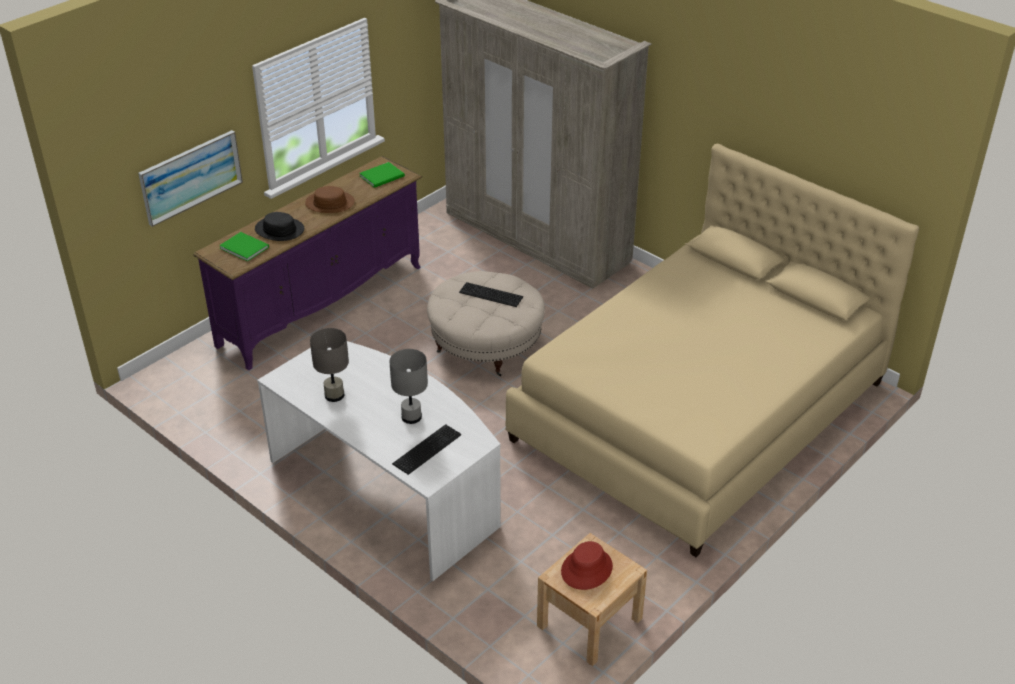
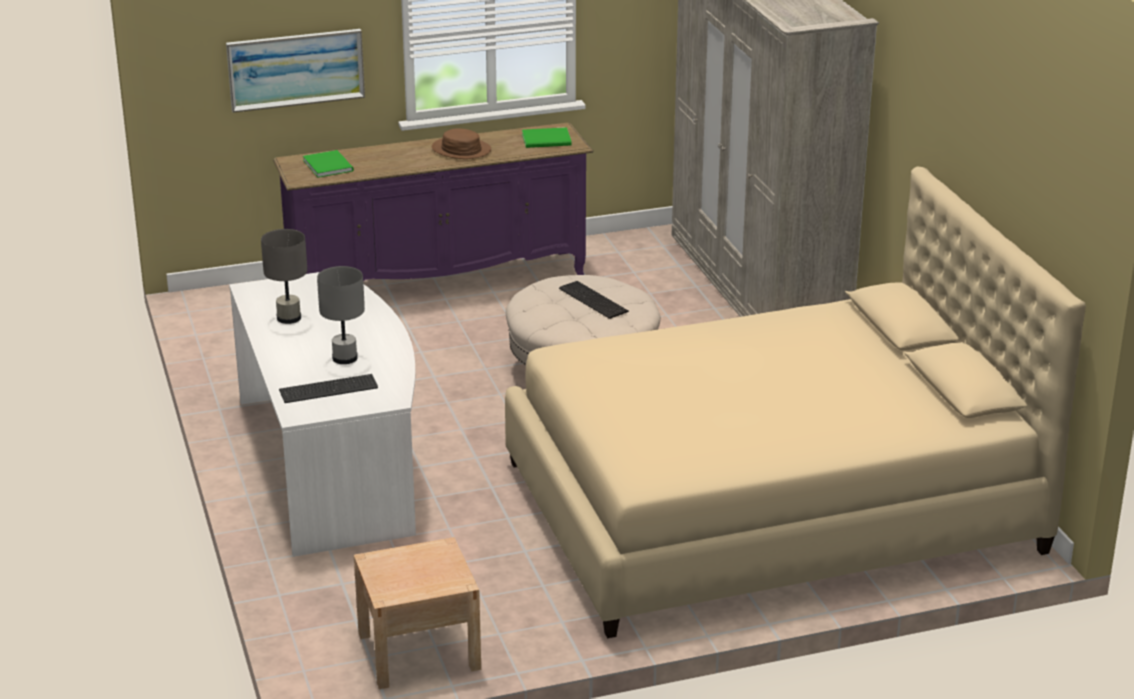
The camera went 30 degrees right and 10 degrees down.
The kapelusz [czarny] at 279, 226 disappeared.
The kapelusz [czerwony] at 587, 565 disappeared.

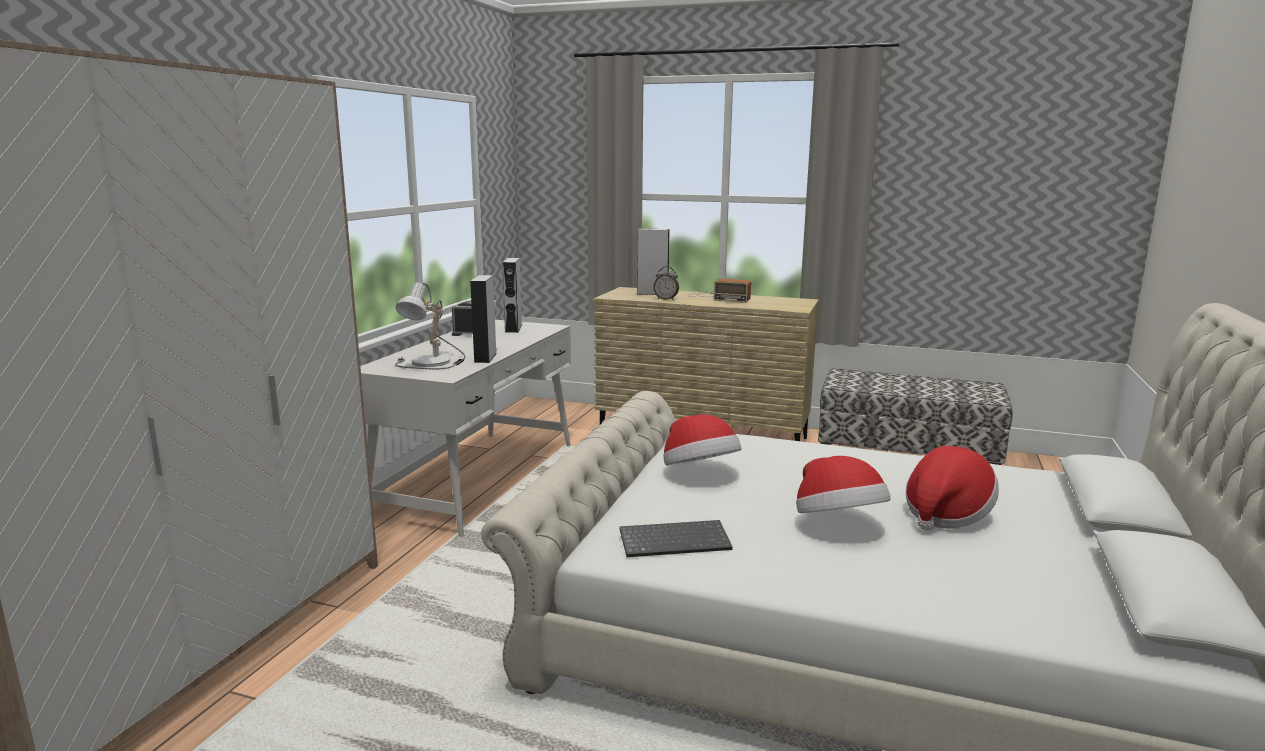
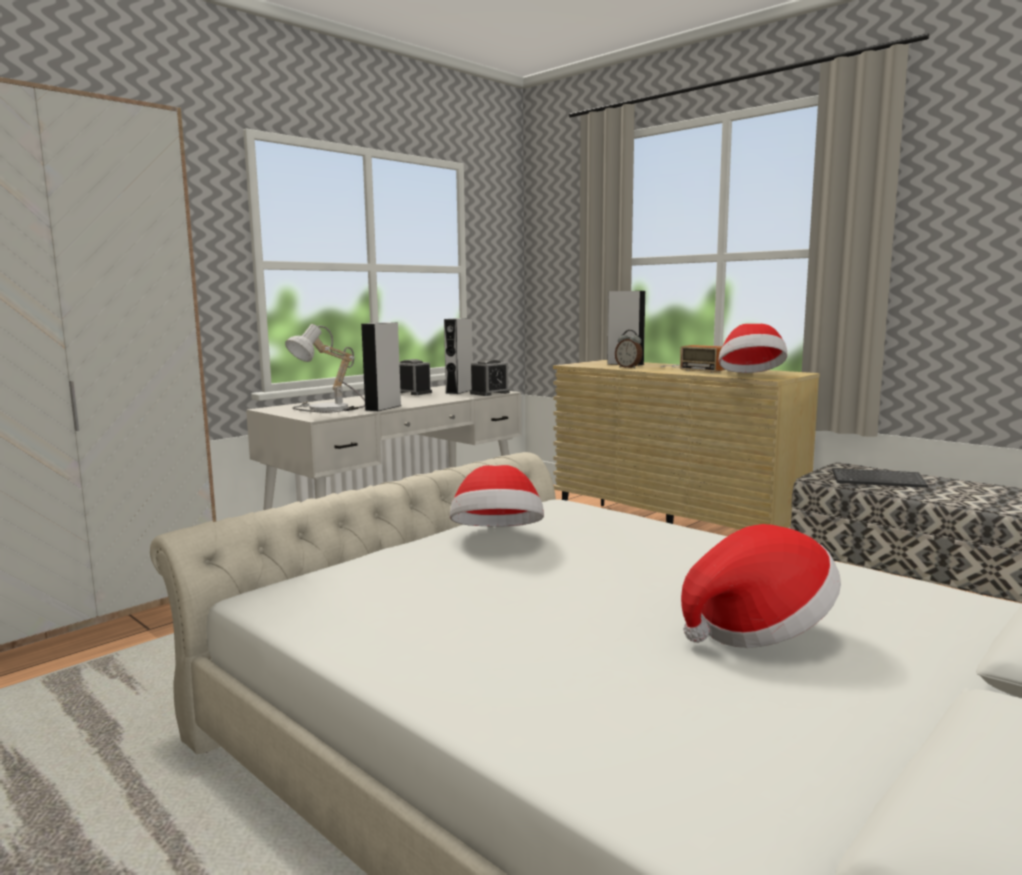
The camera went 25 degrees right and 5 degrees down.
The klawiatura moved from 676, 538 to 880, 478.
The kapelusz moved from 843, 484 to 753, 348.
The budzik at 490, 377 appeared.

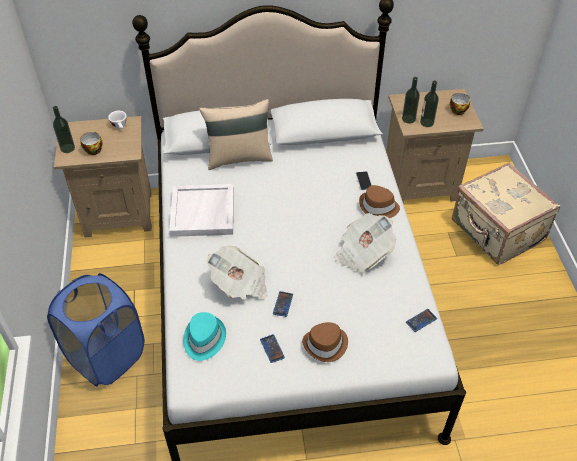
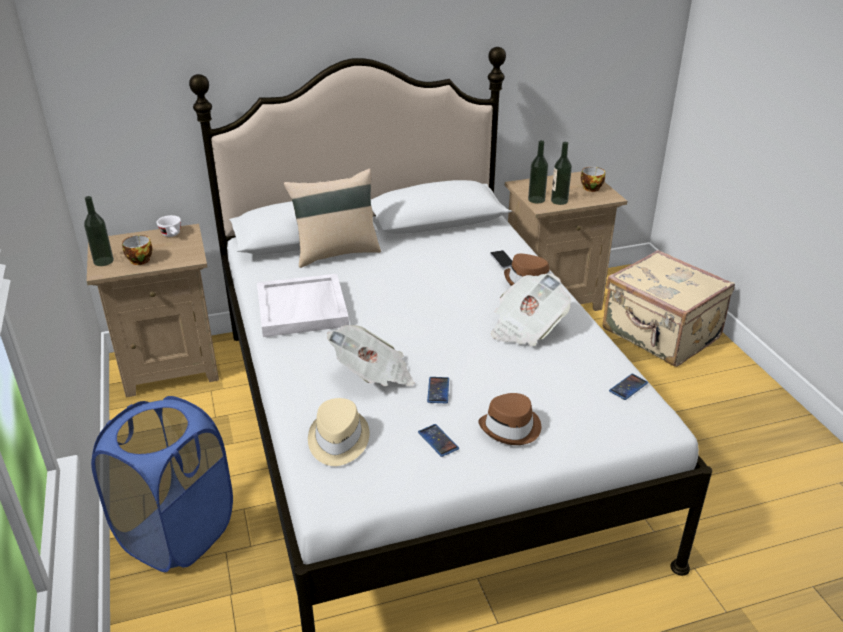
The camera went 10 degrees left and 15 degrees down.
The kapelusz [turkusowy] at 204, 336 became the kapelusz [beżowy] at 338, 432.

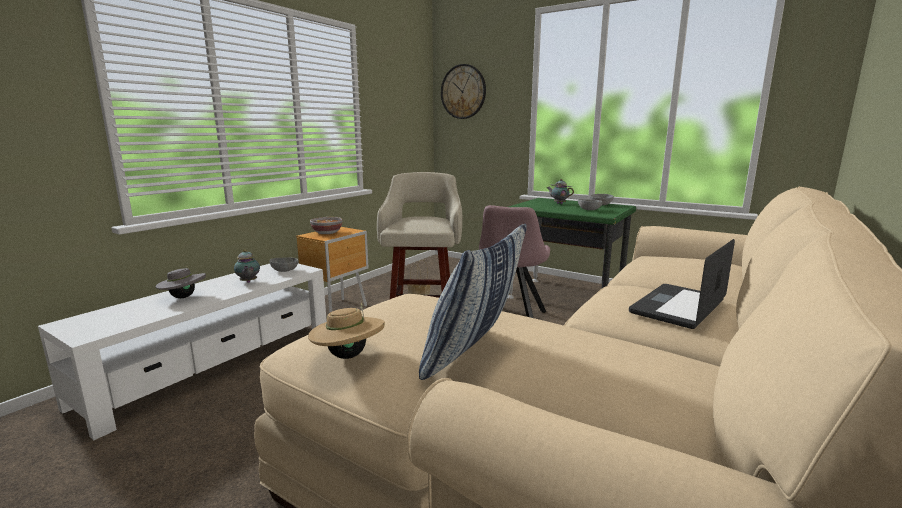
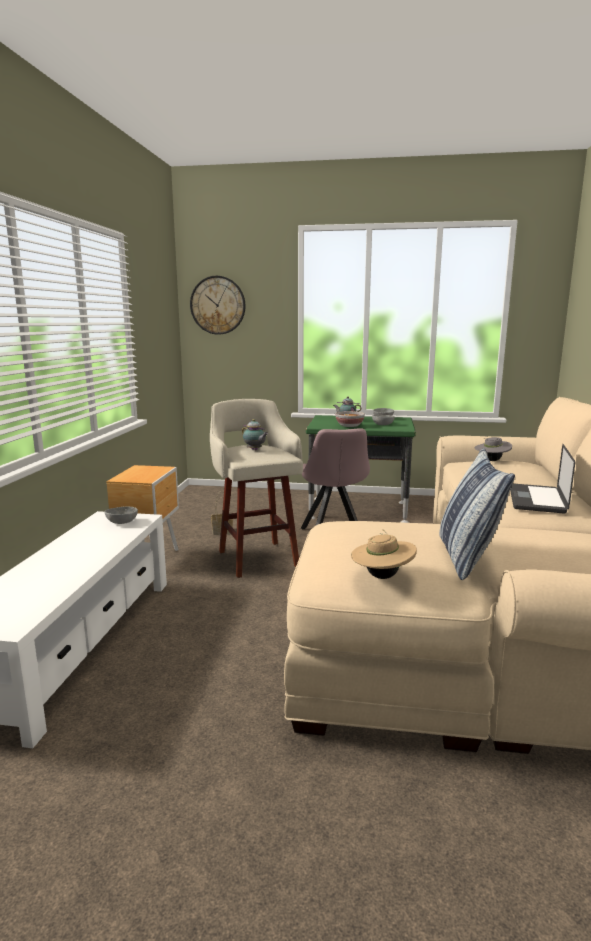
The camera went 25 degrees left and 0 degrees up.
The kapelusz [szary] moved from 181, 281 to 493, 448.
The imbryk moved from 247, 266 to 255, 434.
The miska moved from 326, 225 to 350, 419.

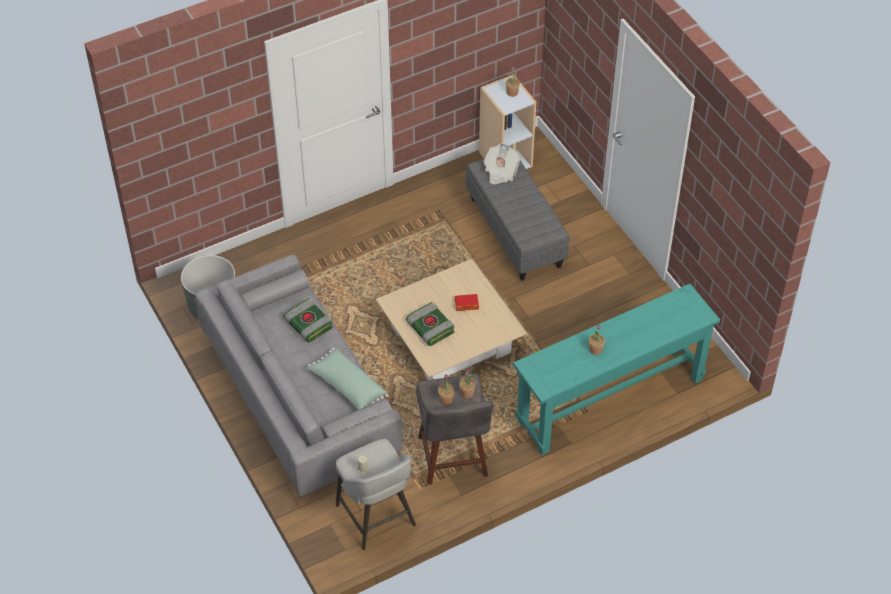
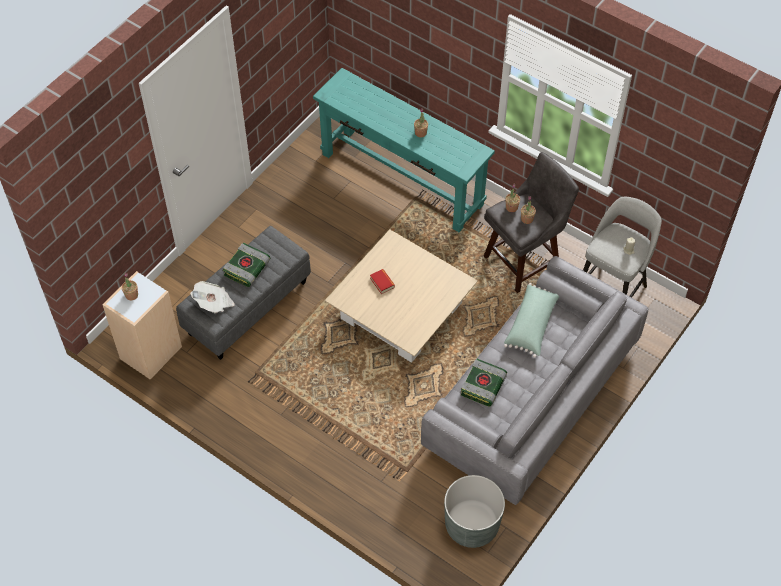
The camera went 115 degrees left and 5 degrees up.
The książka moved from 430, 324 to 247, 265.

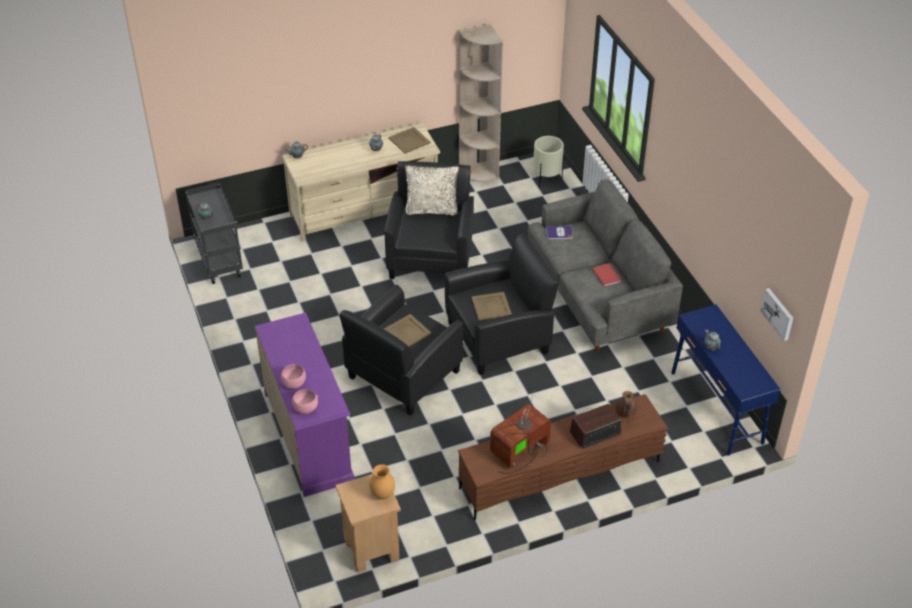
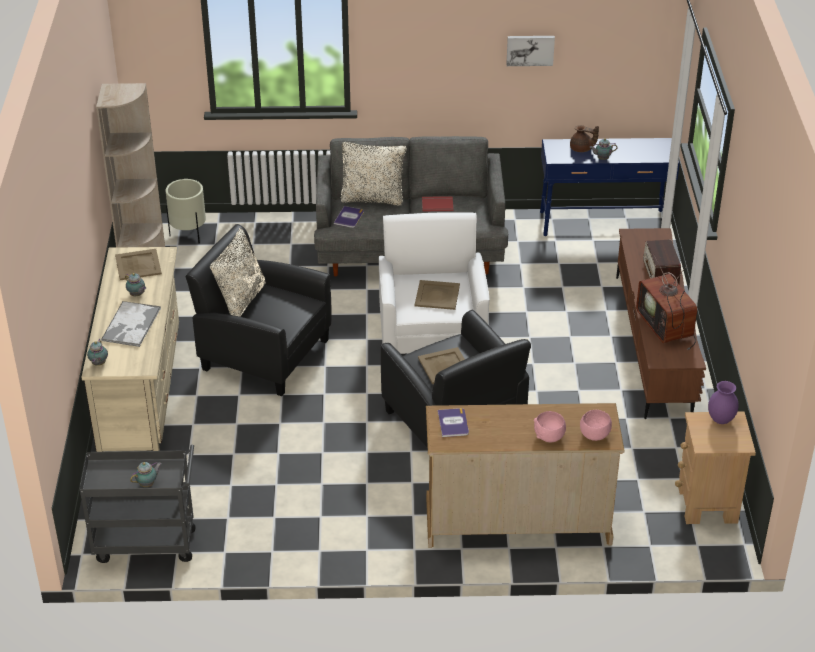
The camera went 70 degrees left and 5 degrees down.
The szafka [fioletowy] at 305, 405 became the szafka [brązowy] at 525, 475.
The wazon [brązowy] at 382, 482 became the wazon [fioletowy] at 723, 402.
The fotel [czarny] at 502, 304 became the fotel [biały] at 434, 283.
The imbryk [brązowy] moved from 626, 404 to 584, 138.
The obraz moved from 777, 314 to 530, 51.
The taca at 131, 324 appeared.
The poduszka [beżowy] at 374, 173 appeared.
The książka at 453, 422 appeared.

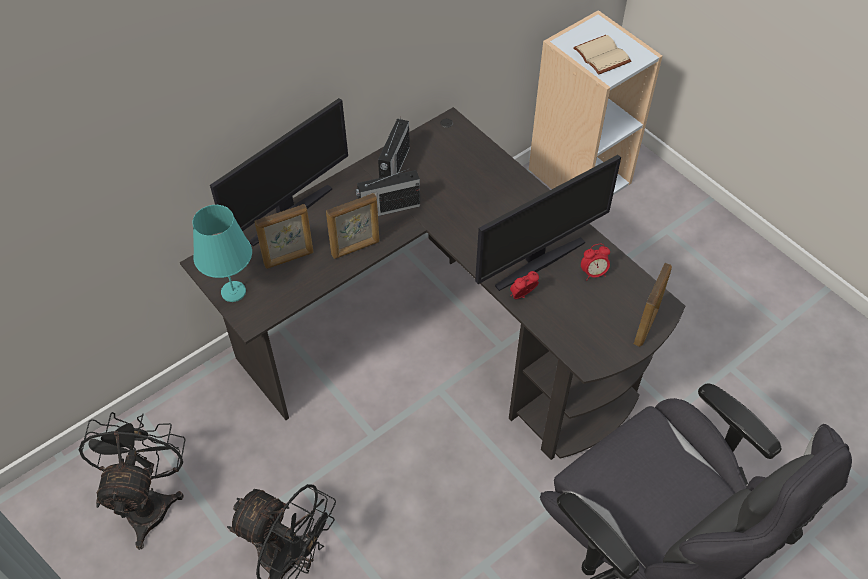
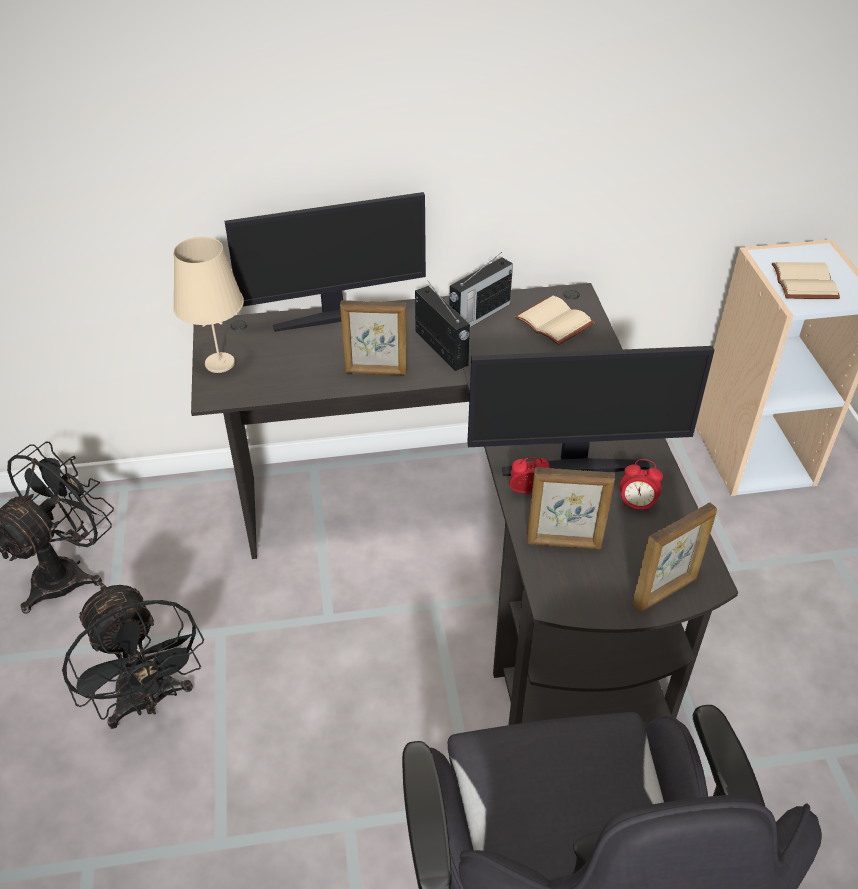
The camera went 30 degrees right and 10 degrees down.
The lampa stołowa [turkusowy] at 222, 253 became the lampa stołowa [beżowy] at 208, 304.
The ramka na zdjęcie moved from 283, 236 to 571, 508.
The radio at 388, 192 turned 135 degrees counterclockwise.
The książka [beżowy] at 555, 320 appeared.

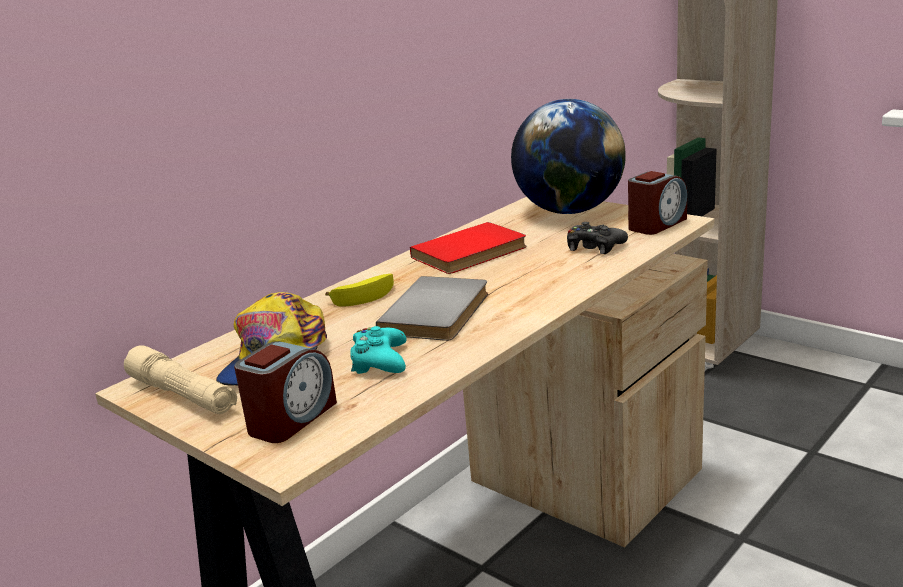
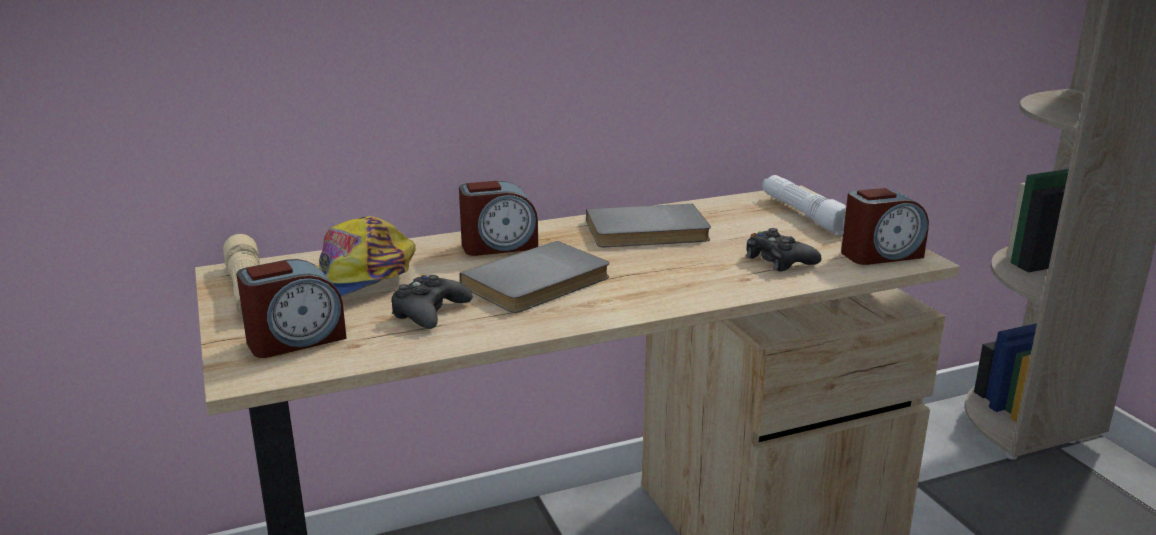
The camera went 25 degrees right and 0 degrees up.
The banan at 359, 290 was replaced by the budzik at 498, 218.
The pad do gier [turkusowy] at 379, 350 became the pad do gier [czarny] at 431, 302.
The książka [czerwony] at 468, 248 became the książka [szary] at 648, 225.
The globus at 568, 156 was replaced by the latarka [biały] at 804, 205.

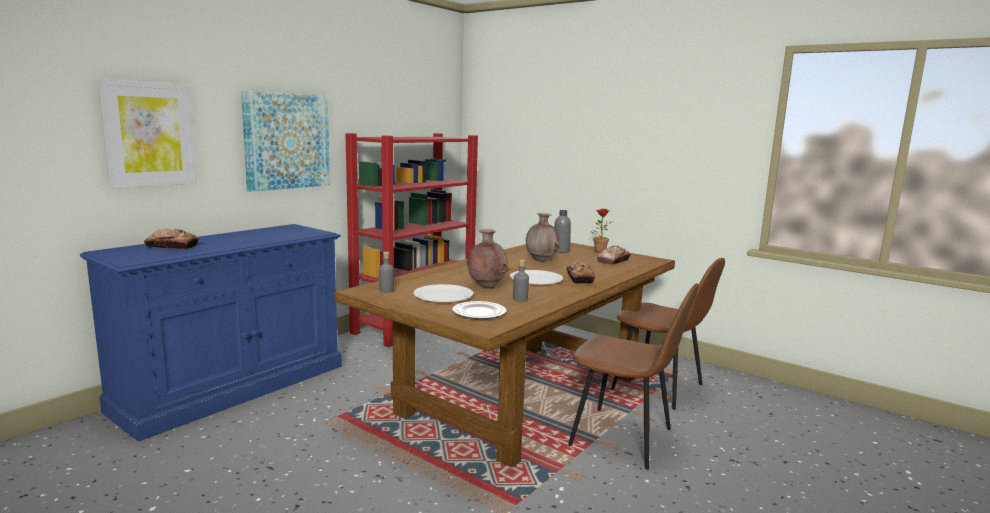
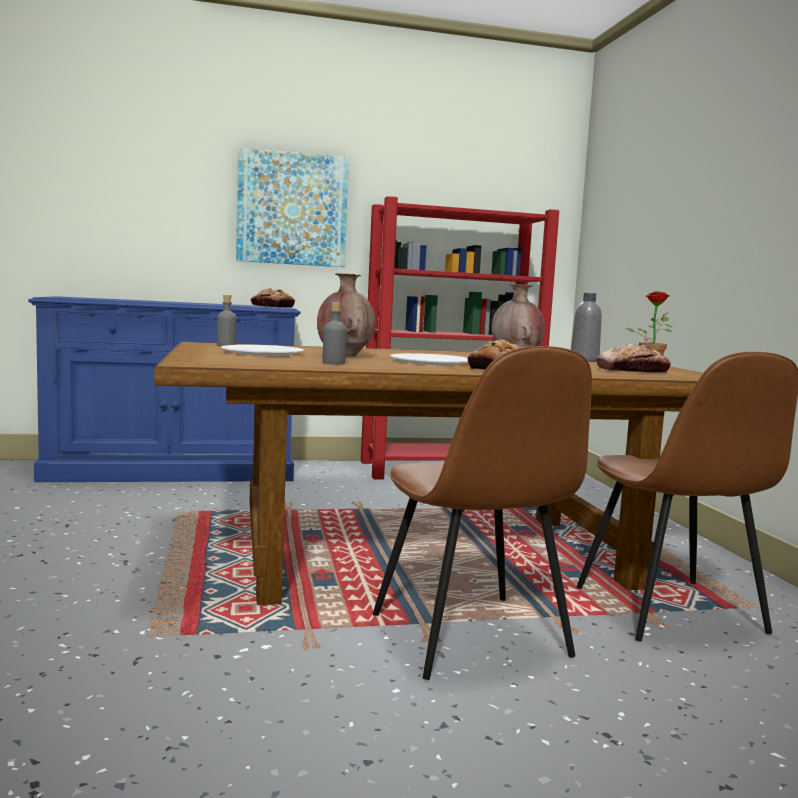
The camera went 40 degrees right and 5 degrees down.
The obraz at 147, 134 disappeared.
The chleb moved from 171, 239 to 273, 298.
The talerz at 479, 310 disappeared.

